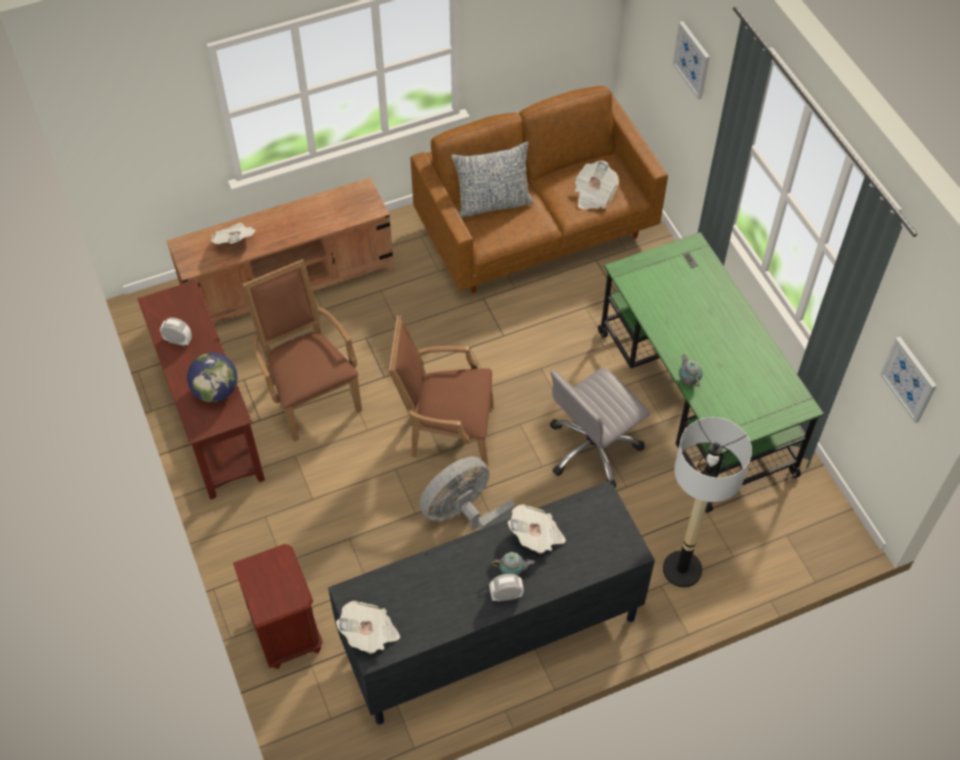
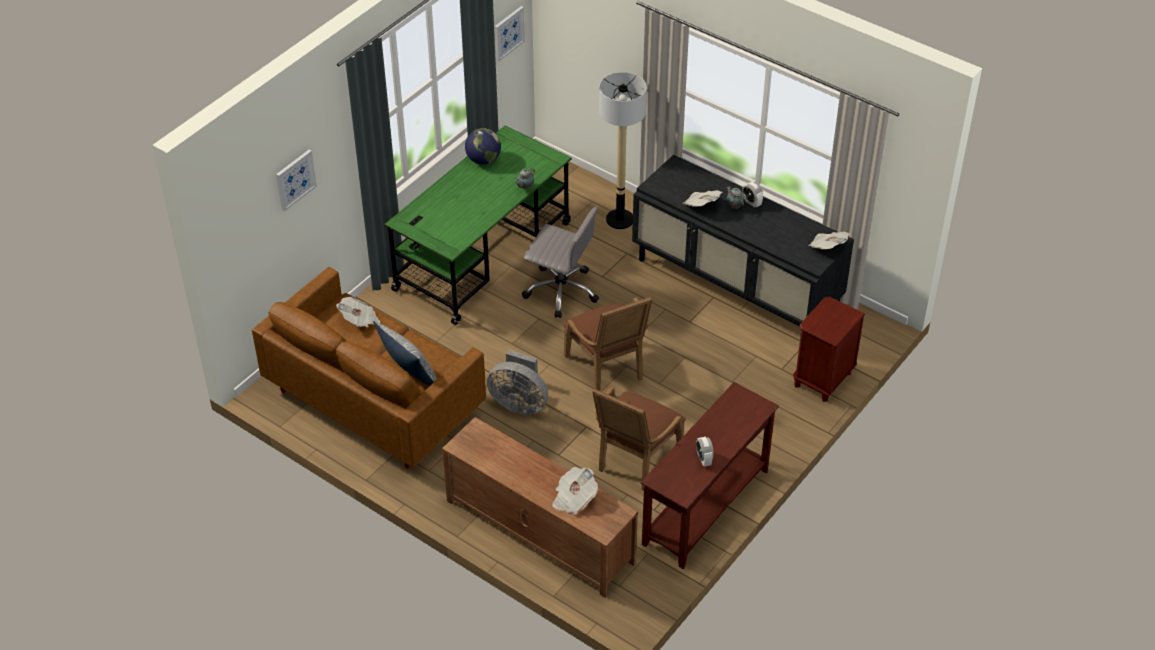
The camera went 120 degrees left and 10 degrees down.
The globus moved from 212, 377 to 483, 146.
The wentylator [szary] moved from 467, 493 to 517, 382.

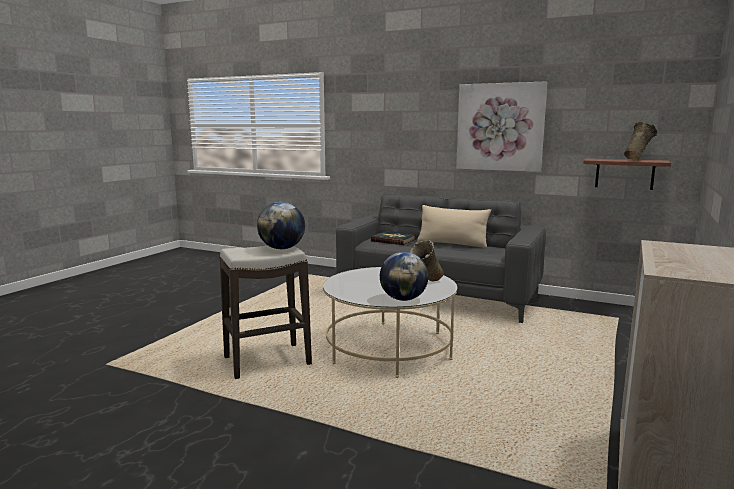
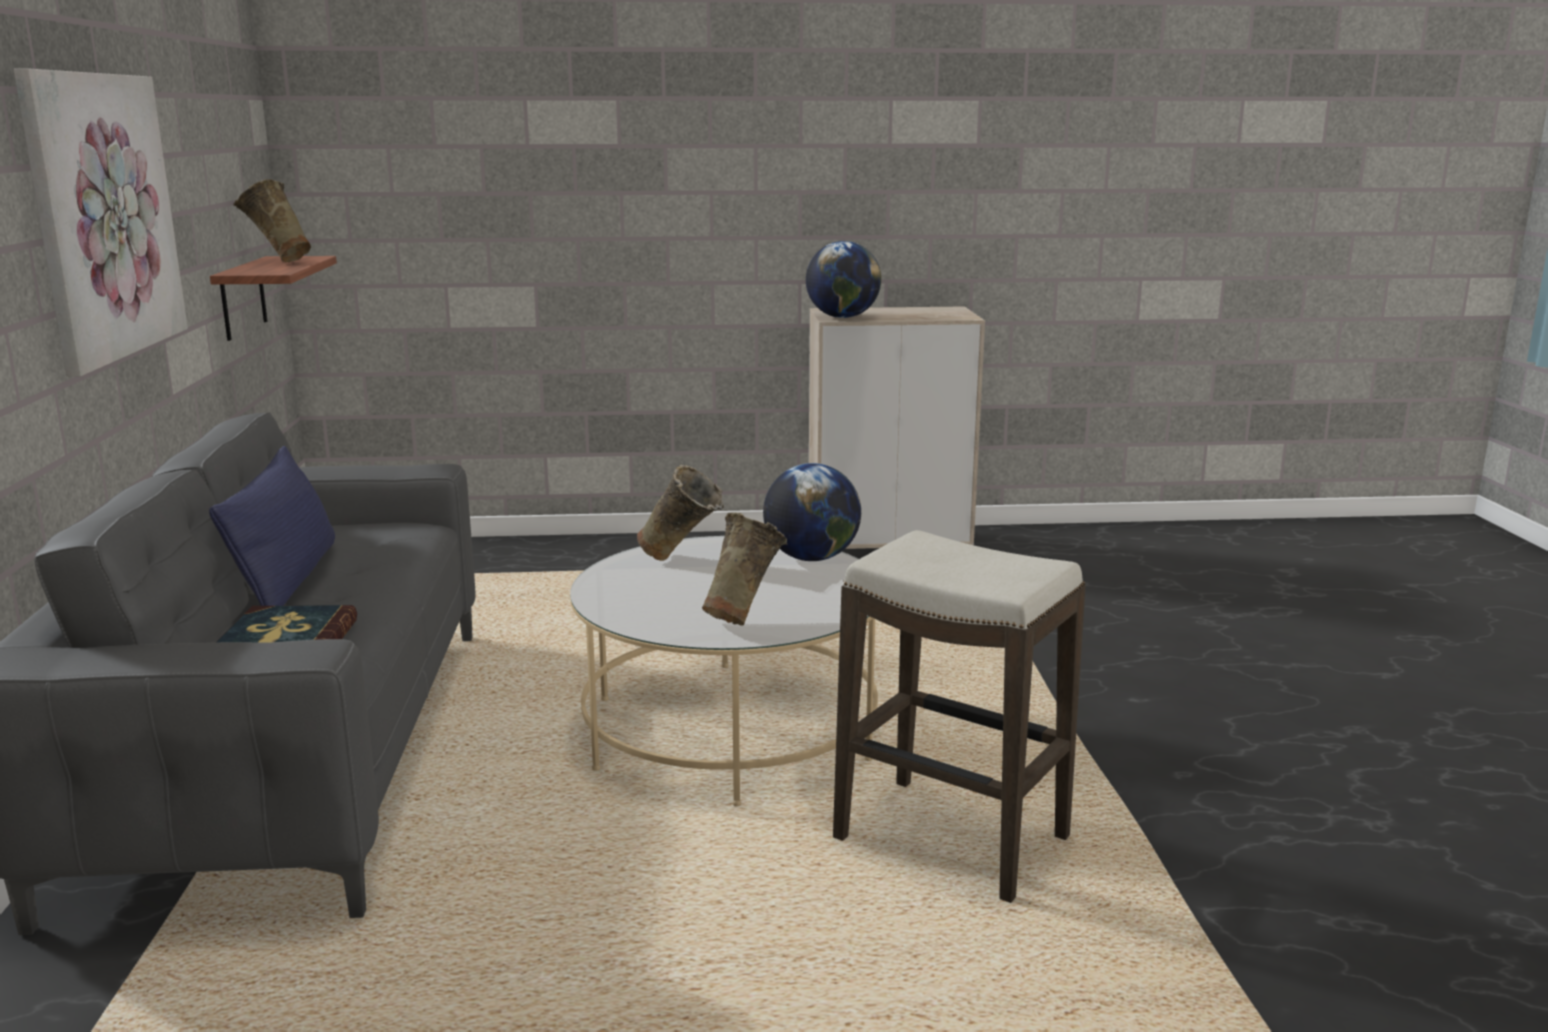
The camera went 120 degrees left and 5 degrees up.
The globus moved from 281, 225 to 843, 279.
The poduszka [beżowy] at 454, 226 became the poduszka [niebieski] at 272, 526.
The wazon [beżowy] at 744, 569 appeared.

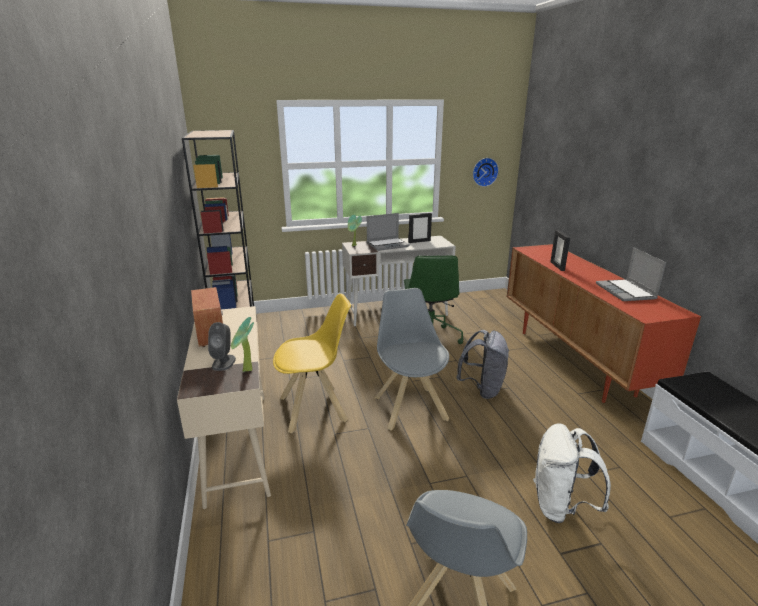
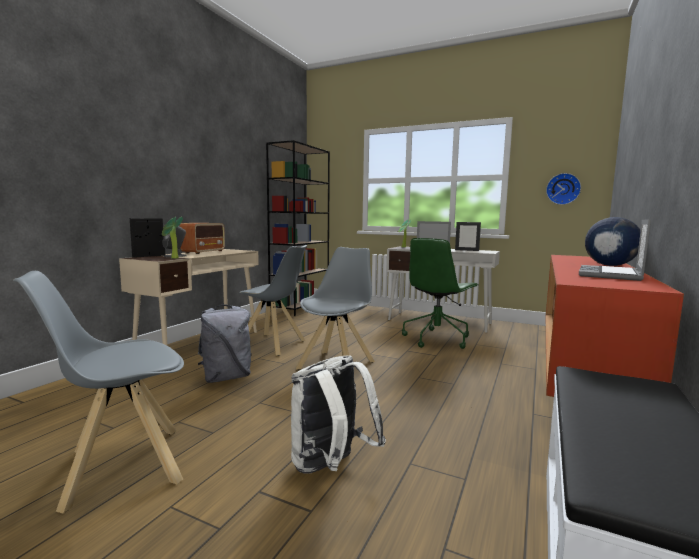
The camera went 40 degrees right and 15 degrees down.
The krzesło [żółty] at 312, 363 became the krzesło [szary] at 272, 300.
The plecak [szary] moved from 483, 364 to 225, 343.
The ramka na zdjęcie moved from 560, 250 to 147, 238.
The globus at 613, 241 appeared.

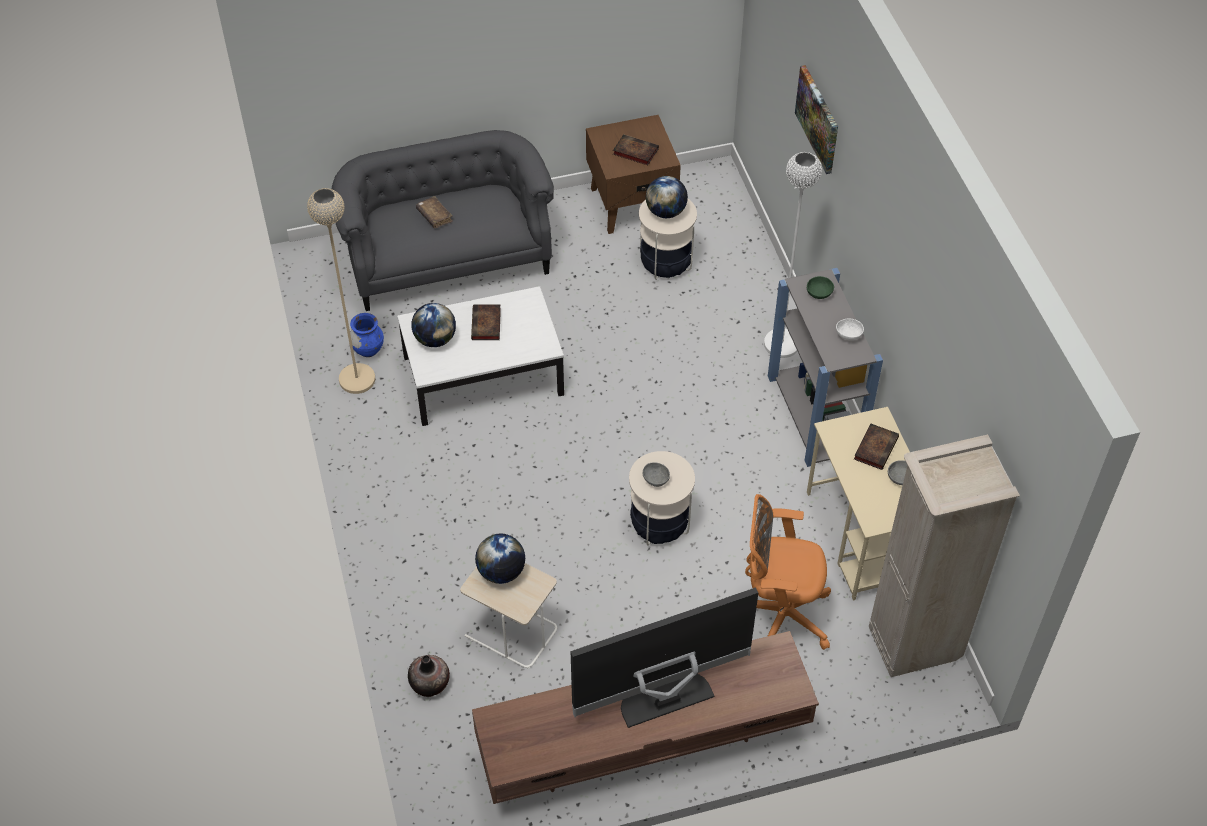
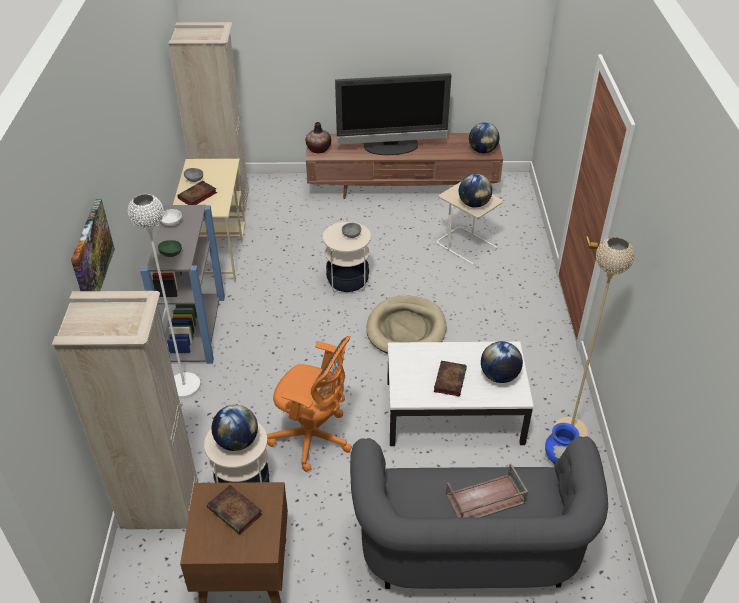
The camera went 165 degrees left and 10 degrees down.
The wazon moved from 429, 676 to 318, 137.
The książka [brązowy] at 434, 212 was replaced by the taca [brązowy] at 487, 491.
The krzesło biurowe [pomarańczowy] moved from 788, 572 to 309, 404.
The szafka [beżowy] at 125, 410 appeared.
The legowisko [beżowy] at 406, 324 appeared.
The globus at 484, 138 appeared.

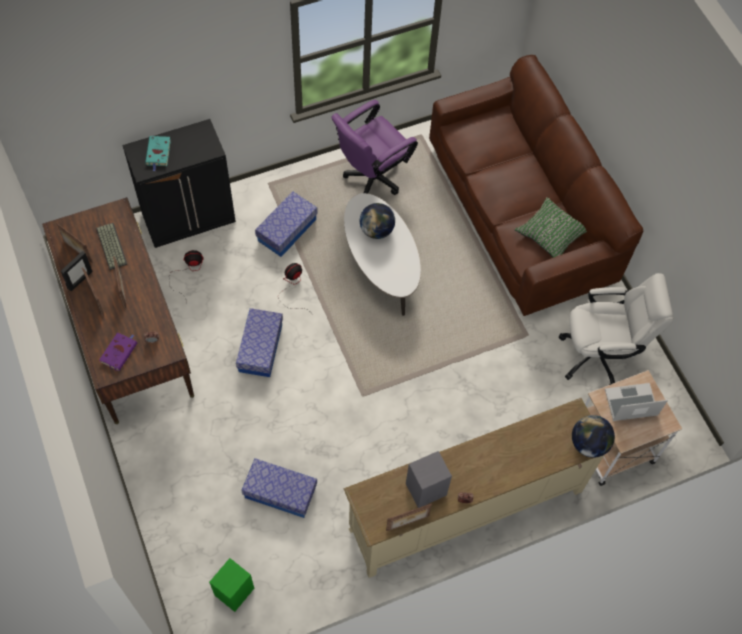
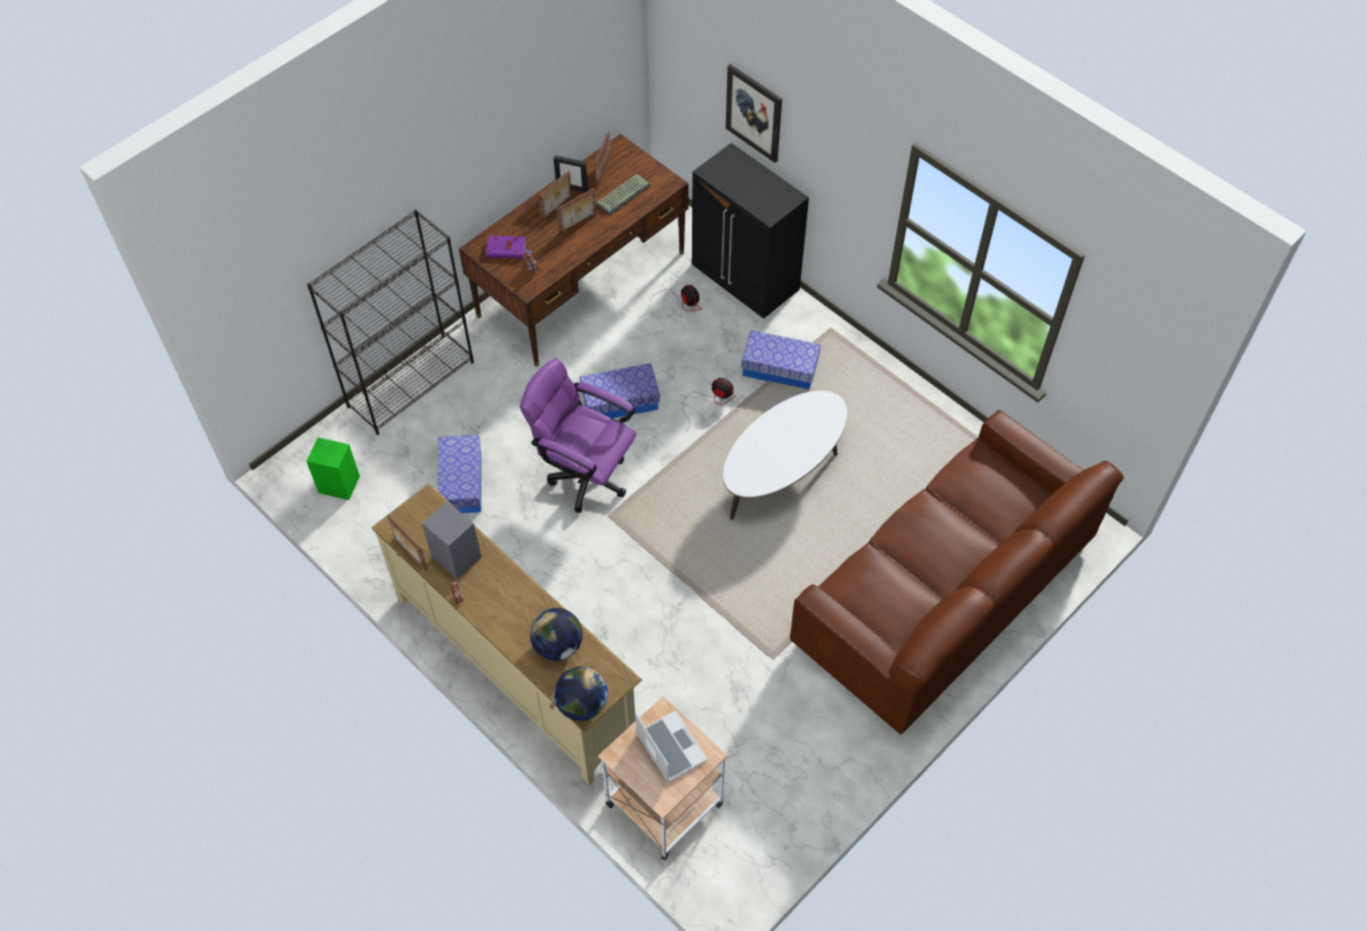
The camera went 70 degrees right and 5 degrees down.
The książka [turkusowy] at 158, 153 disappeared.
The krzesło biurowe [fioletowy] moved from 374, 147 to 578, 435.
The globus moved from 377, 221 to 556, 634.
The poduszka [zielony] at 550, 227 disappeared.
The krzesło biurowe [biały] at 616, 329 disappeared.
The regał [czarny] at 390, 322 appeared.
The obraz at 754, 113 appeared.

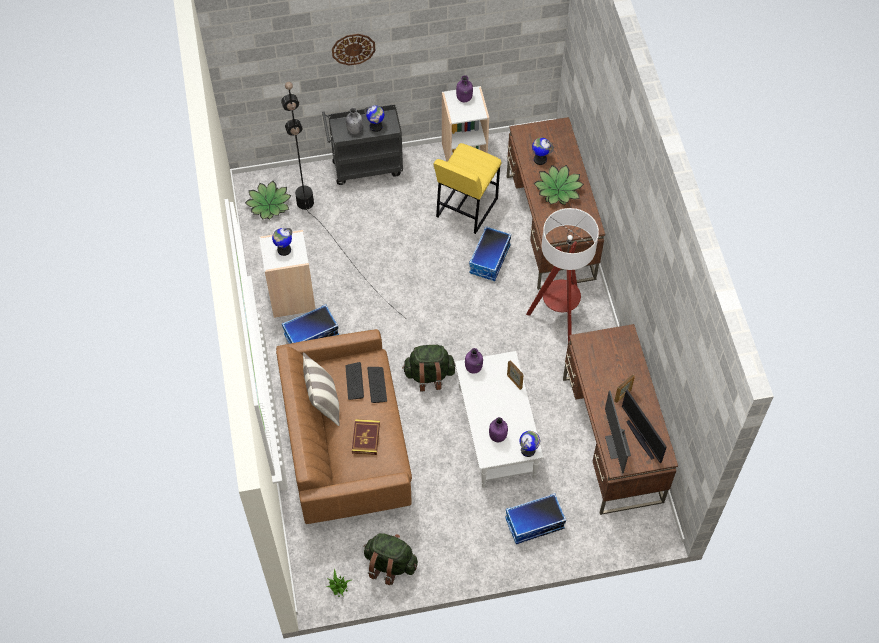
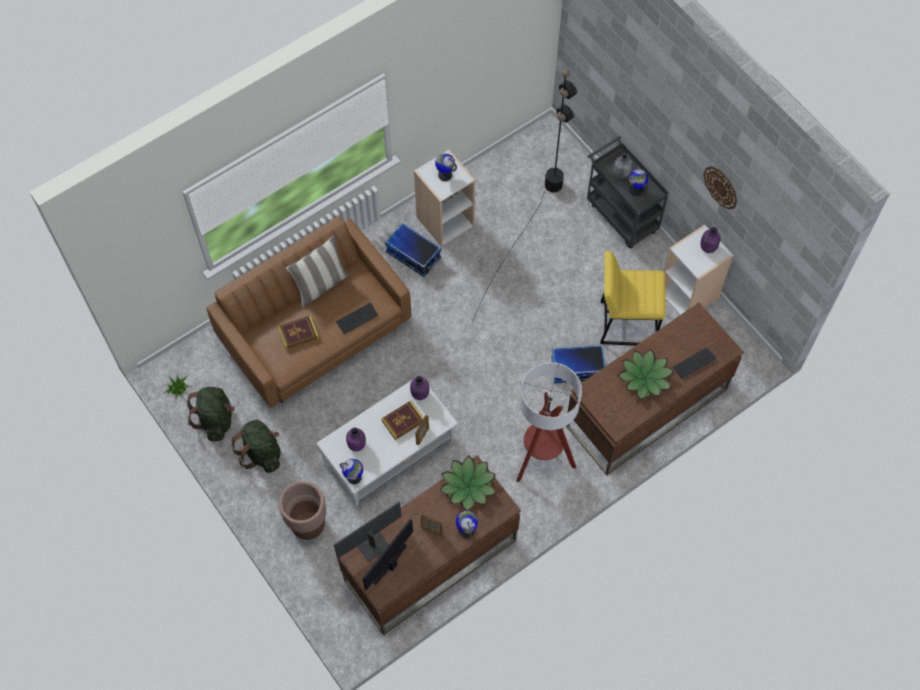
The camera went 65 degrees right and 5 degrees up.
The roślina doniczkowa moved from 268, 200 to 468, 483.
The zegar ścienny moved from 353, 50 to 720, 188.
The klawiatura moved from 354, 381 to 694, 363.
The plecak [zielony] moved from 428, 368 to 256, 446.
The pojemnik do przechowywania at 535, 518 was replaced by the donica [brązowy] at 302, 510.
The globus moved from 543, 151 to 467, 524.
The książka at 403, 420 appeared.

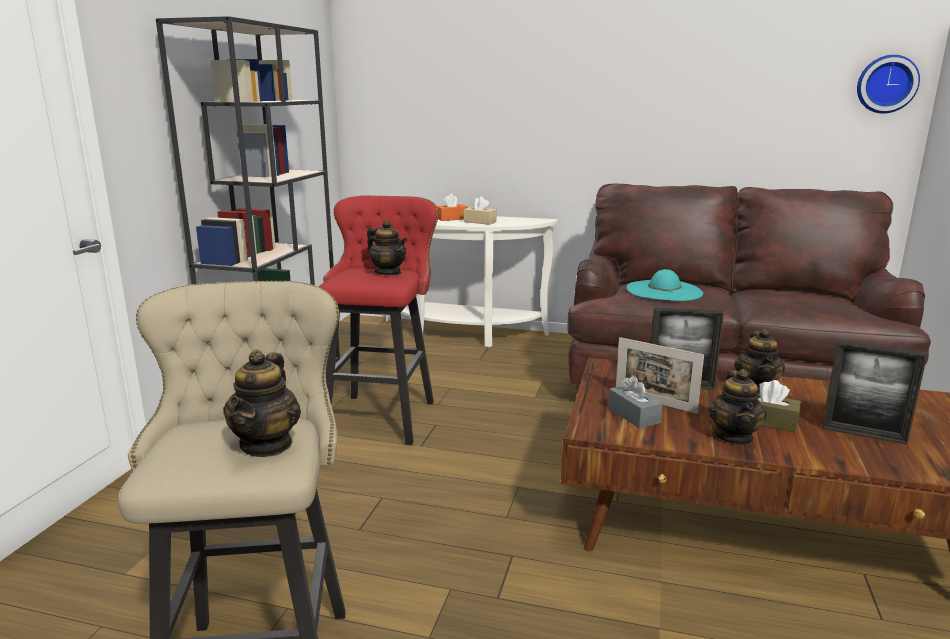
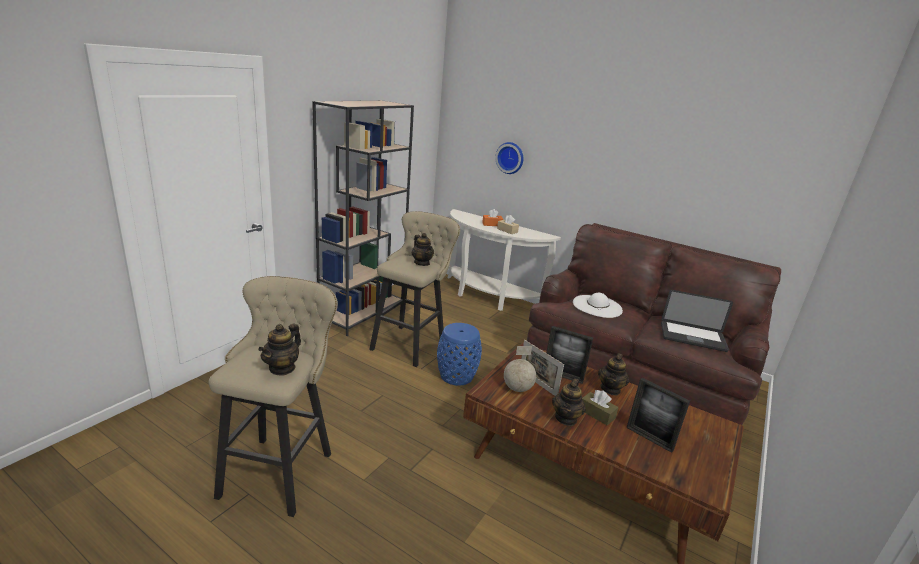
The camera went 15 degrees right and 5 degrees up.
The stołek [czerwony] at 379, 320 became the stołek [beżowy] at 414, 289.
The pudełko chusteczek [szary] at 635, 402 was replaced by the globus at 520, 369.
The kapelusz [turkusowy] at 665, 285 became the kapelusz [biały] at 598, 305.
The zegar ścienny moved from 888, 84 to 509, 158.
The stołek [niebieski] at 459, 354 appeared.
The laptop at 697, 321 appeared.

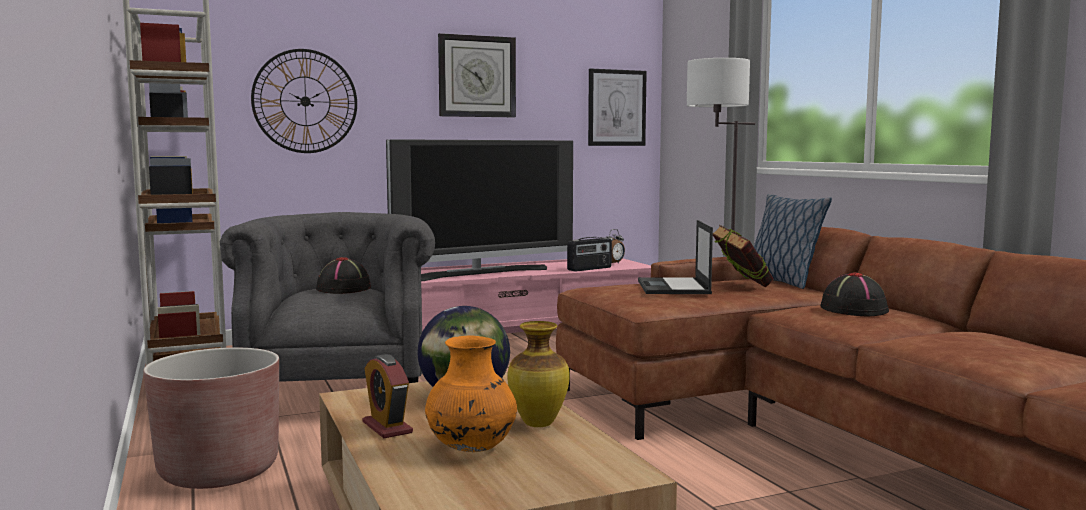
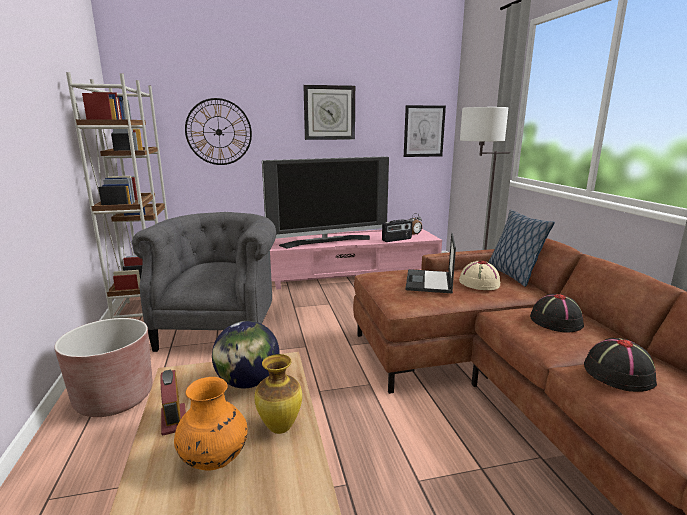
The camera went 10 degrees right and 10 degrees up.
The kapelusz [czarny] moved from 343, 275 to 620, 365.
The książka at 743, 256 was replaced by the kapelusz [beżowy] at 480, 275.

